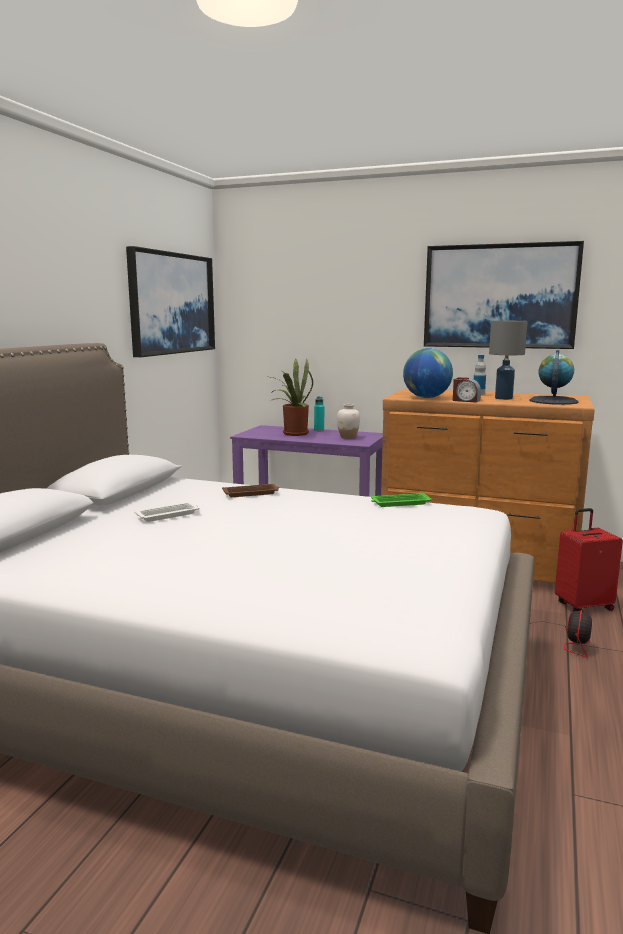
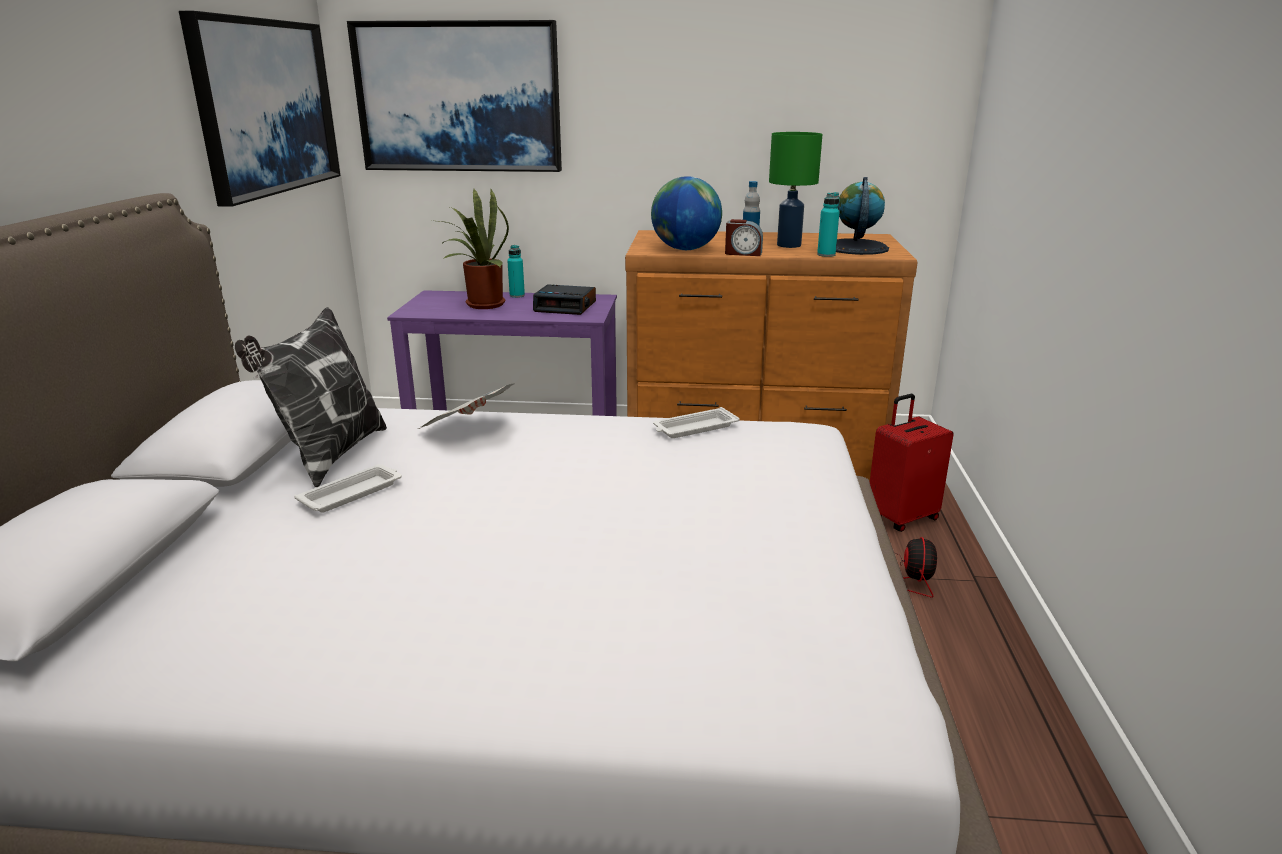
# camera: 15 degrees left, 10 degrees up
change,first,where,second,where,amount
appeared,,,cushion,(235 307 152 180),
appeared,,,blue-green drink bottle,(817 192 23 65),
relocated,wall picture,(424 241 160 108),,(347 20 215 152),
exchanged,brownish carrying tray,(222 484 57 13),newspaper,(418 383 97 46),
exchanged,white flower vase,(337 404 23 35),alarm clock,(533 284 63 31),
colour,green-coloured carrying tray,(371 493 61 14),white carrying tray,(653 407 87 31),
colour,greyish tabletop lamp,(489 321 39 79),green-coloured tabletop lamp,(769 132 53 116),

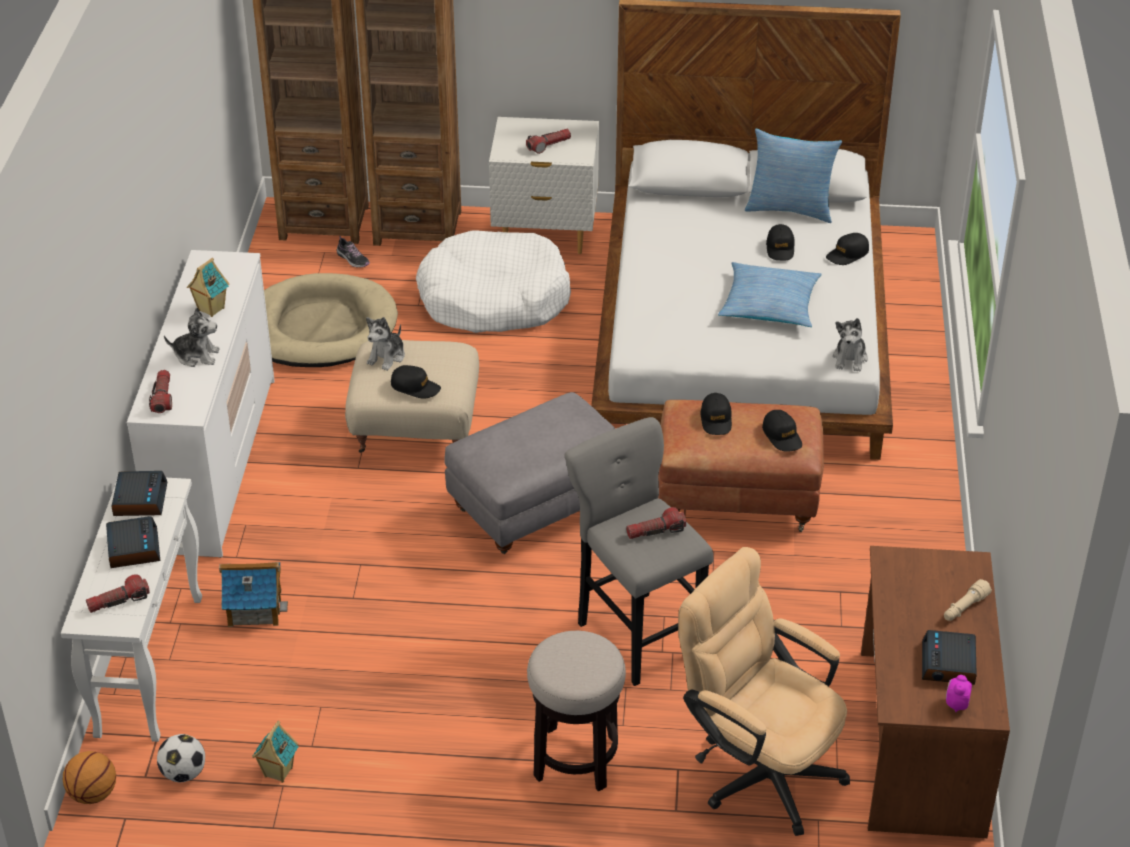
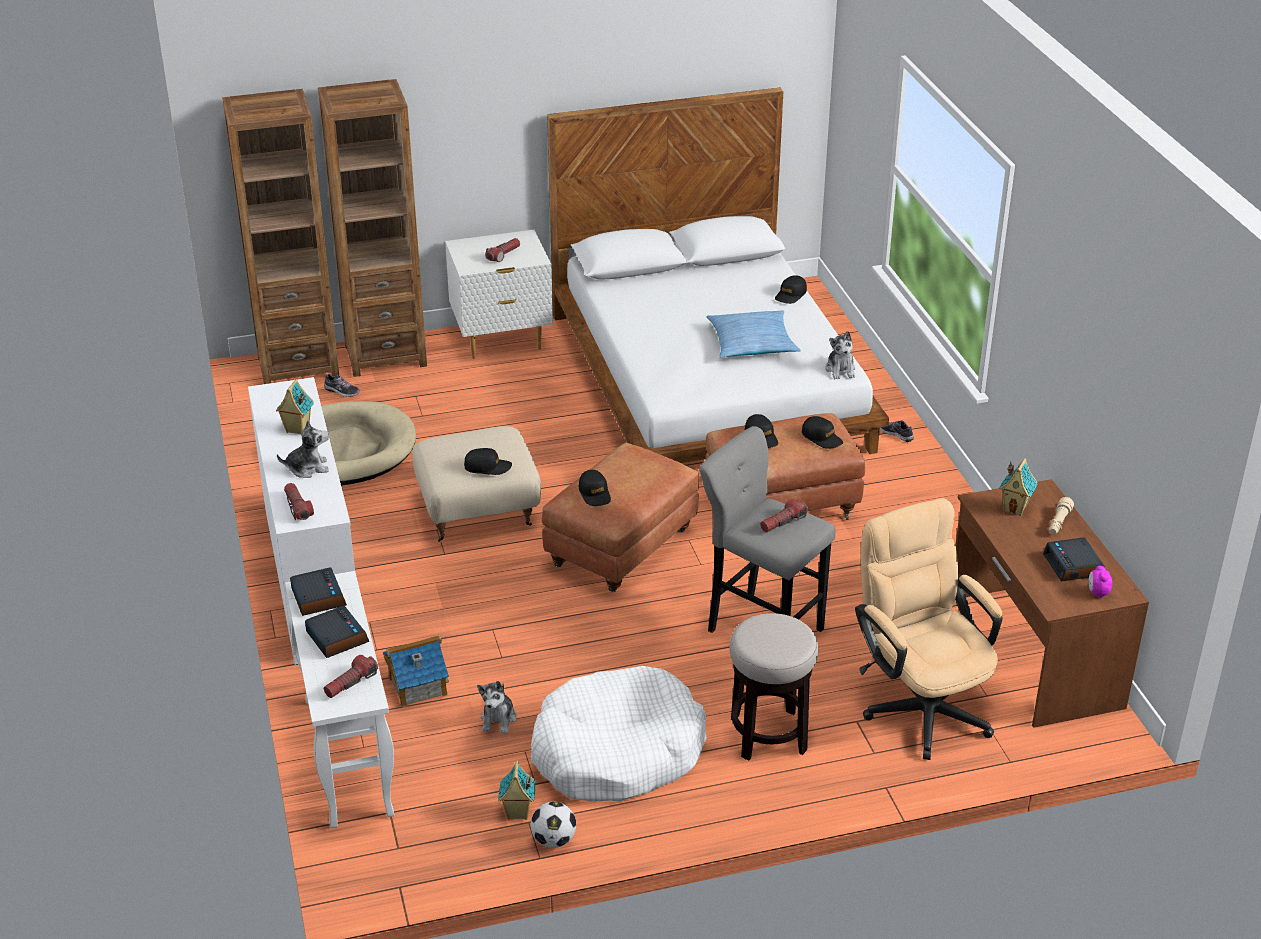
# camera: 20 degrees left, 5 degrees down
change,first,where,second,where,amount
missing,basketball ball,(63 751 53 53),,,
missing,cushion,(745 129 97 94),,,
appeared,,,low shoe,(880 420 34 22),
appeared,,,toy house,(999 458 39 58),
relocated,football,(157 734 48 48),,(531 801 45 47),
relocated,plush toy,(366 317 39 54),,(477 681 40 53),
relocated,white pet bed,(416 230 155 103),,(531 666 175 136),
relocated,black-coloured baseball cap,(766 224 29 36),,(579 470 32 36),
colour,greyish pouffe,(444 392 172 162),brownish pouffe,(542 443 157 149),
spun,sand-coloured computer chair,(678 547 172 289),,(855 498 148 262),45 degrees clockwise

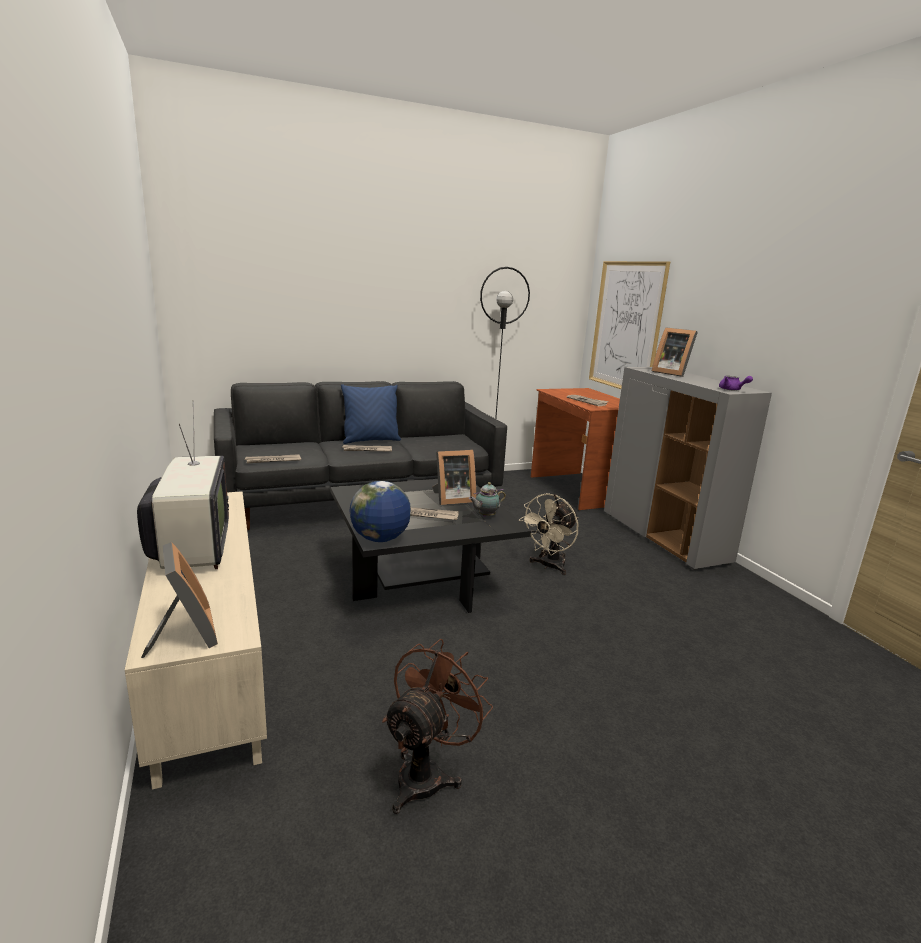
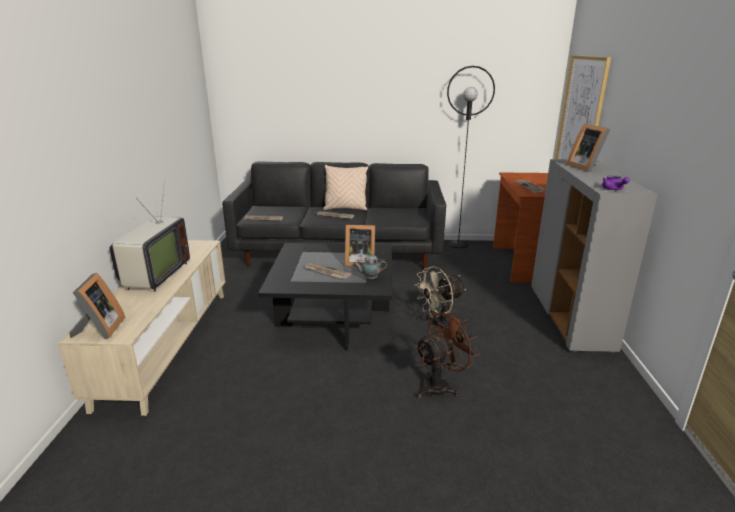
# camera: 25 degrees right, 5 degrees up
change,first,where,second,where,amount
missing,world globe,(349 481 62 61),,,
relocated,brownish cooling fan,(382 639 111 175),,(415 310 65 88),
colour,bluish cushion,(341 384 60 60),sand-coloured cushion,(323 165 45 45),

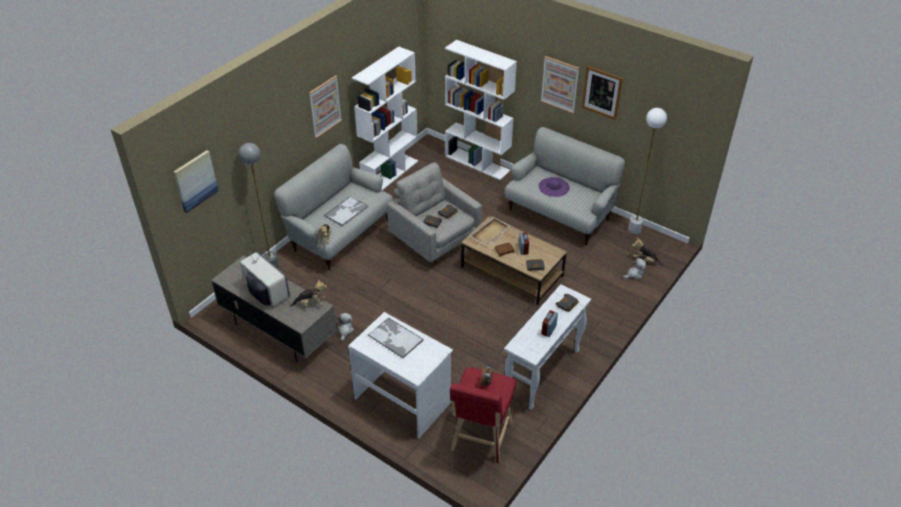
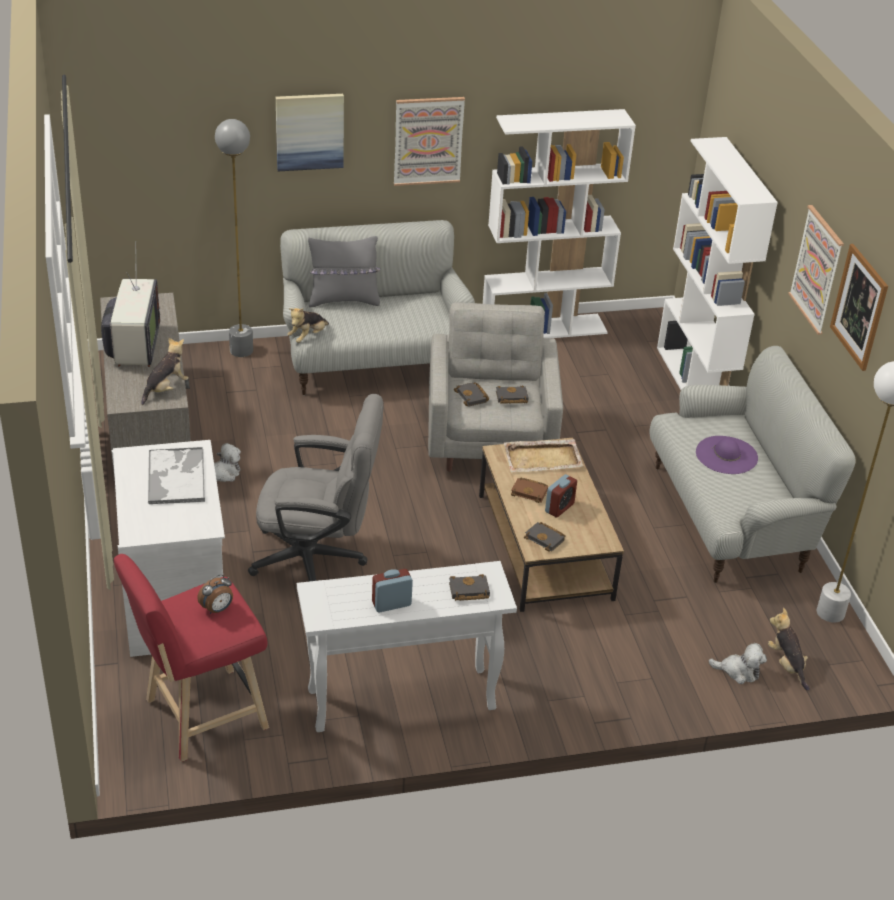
# camera: 40 degrees right, 5 degrees down
change,first,where,second,where,amount
missing,carrying tray,(324 196 44 31),,,
appeared,,,greyish computer chair,(248 394 136 187),
appeared,,,greyish cushion,(308 236 72 71),
relocated,wall picture,(173 150 45 63),,(276 94 68 77),
spun,plush toy,(291 279 36 28),,(141 338 48 67),90 degrees counterclockwise

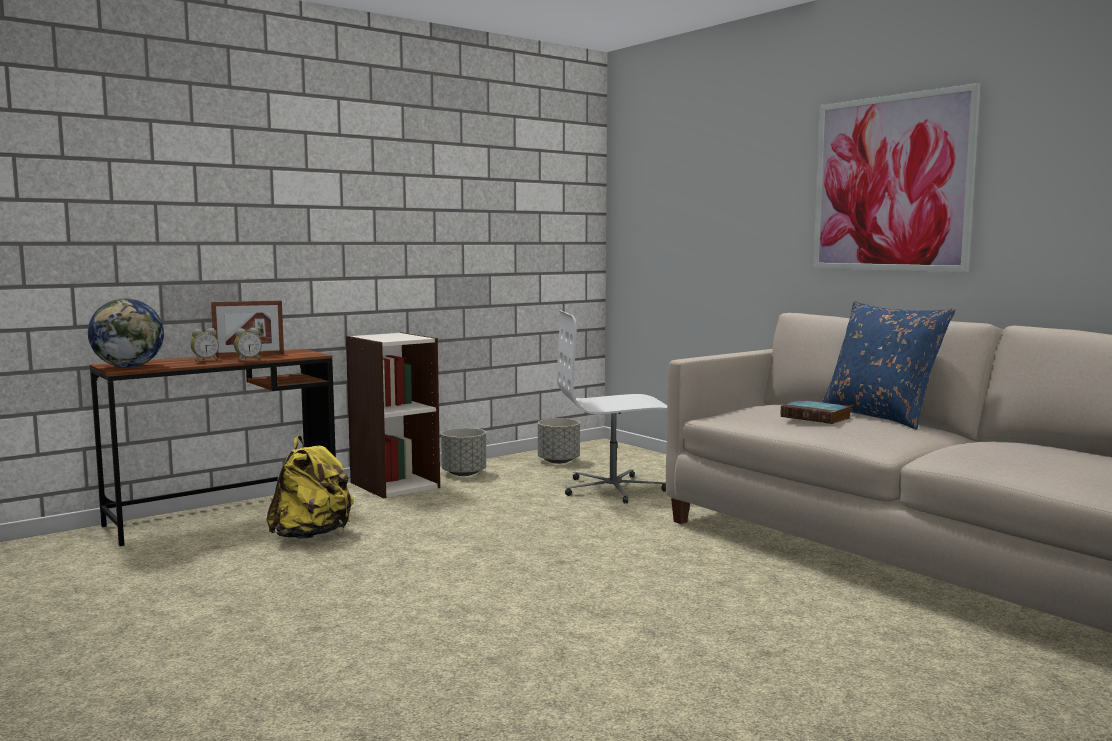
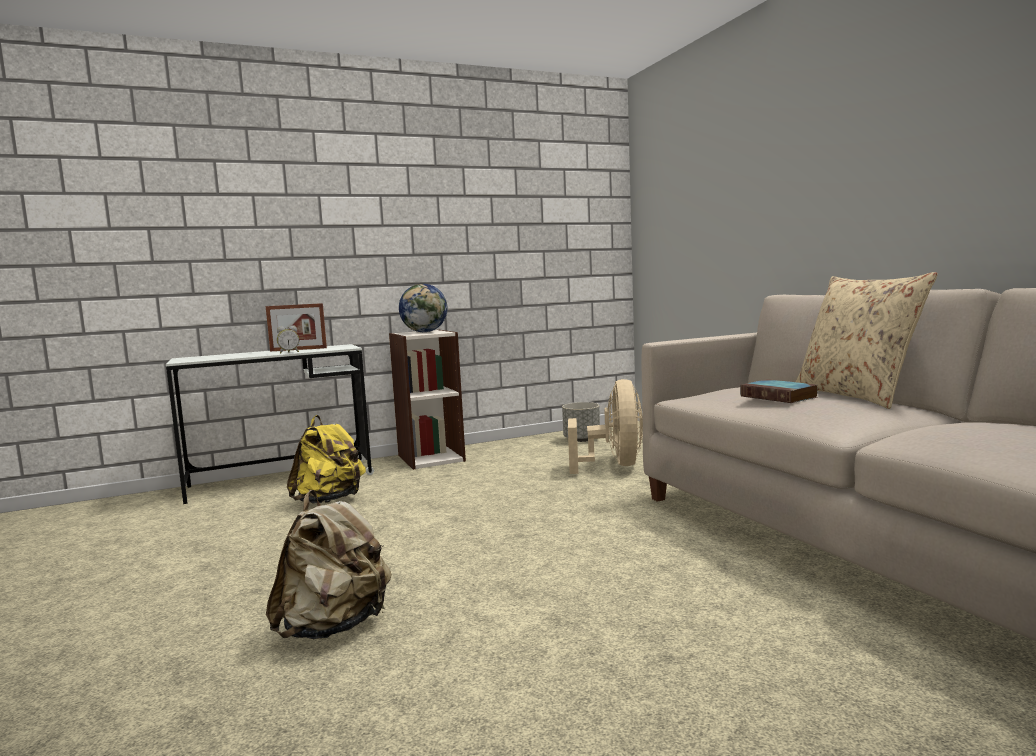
# camera: 15 degrees right, 0 degrees up
change,first,where,second,where,amount
missing,alarm clock,(191 328 28 34),,,
missing,greyish flower pot,(441 428 45 48),,,
missing,wall picture,(813 83 168 190),,,
appeared,,,sand-coloured knapsack,(266 490 126 149),
relocated,world globe,(88 298 76 70),,(399 284 48 48),
exchanged,white computer chair,(557 310 110 194),sand-coloured cooling fan,(568 379 75 95),
colour,brownish desk table,(90 349 246 197),white desk table,(166 344 208 160),
colour,bluish cushion,(821 301 134 129),sand-coloured cushion,(795 272 143 137),

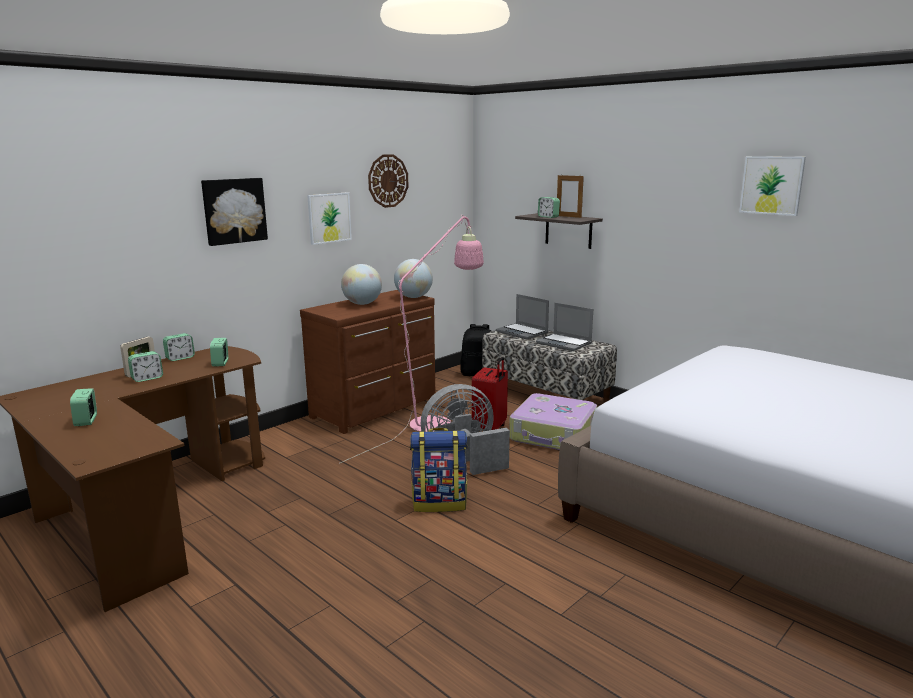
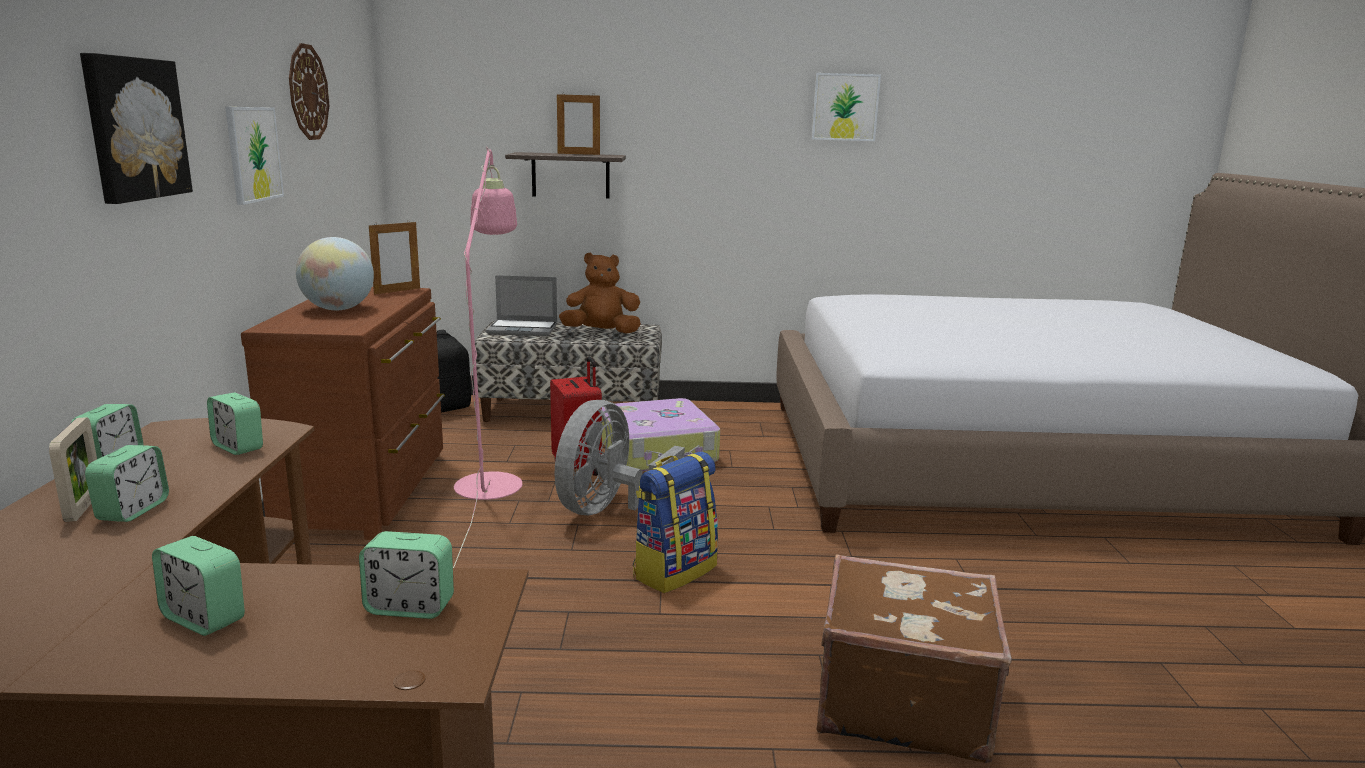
# camera: 45 degrees left, 0 degrees up
change,first,where,second,where,amount
appeared,,,brownish piece of luggage,(816 554 196 209),
relocated,alarm clock,(538 197 22 21),,(359 531 95 88),
exchanged,world globe,(394 259 39 39),standing frame,(369 220 51 75),
exchanged,notebook computer,(536 303 57 48),brownish plush toy,(559 253 82 81),

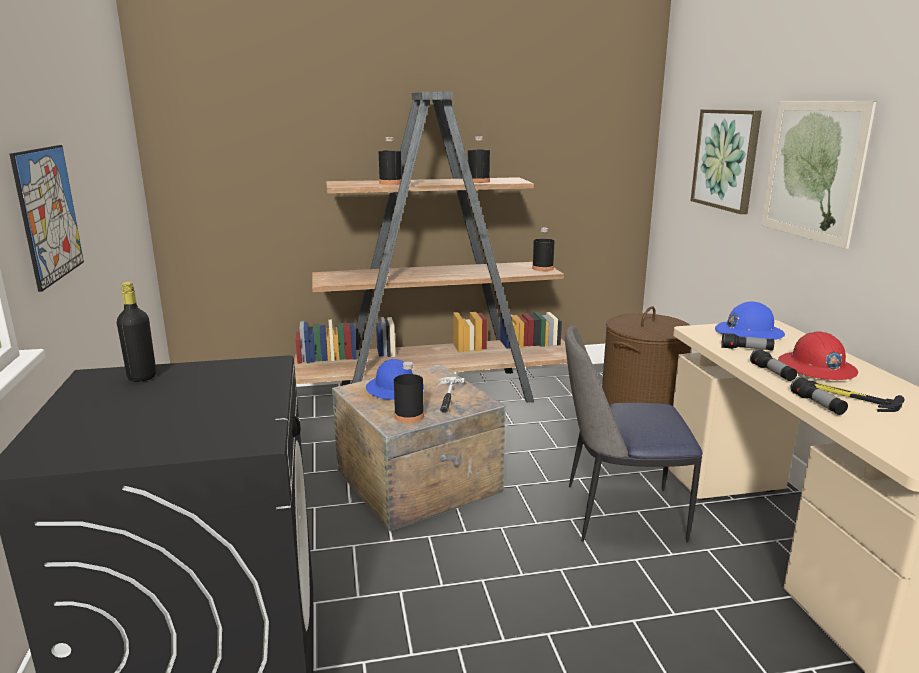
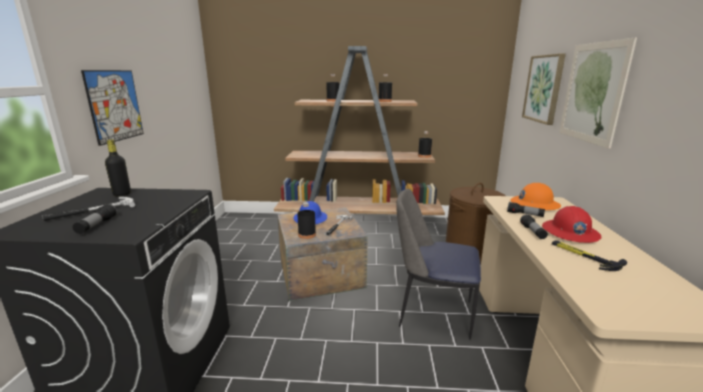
# camera: 15 degrees right, 0 degrees up
change,first,where,second,where,amount
appeared,,,hammer,(41 197 94 24),
relocated,flashlight,(791 377 57 38),,(72 204 45 30),
colour,bluish hard hat,(715 301 70 39),orange-coloured hard hat,(510 183 51 27),

